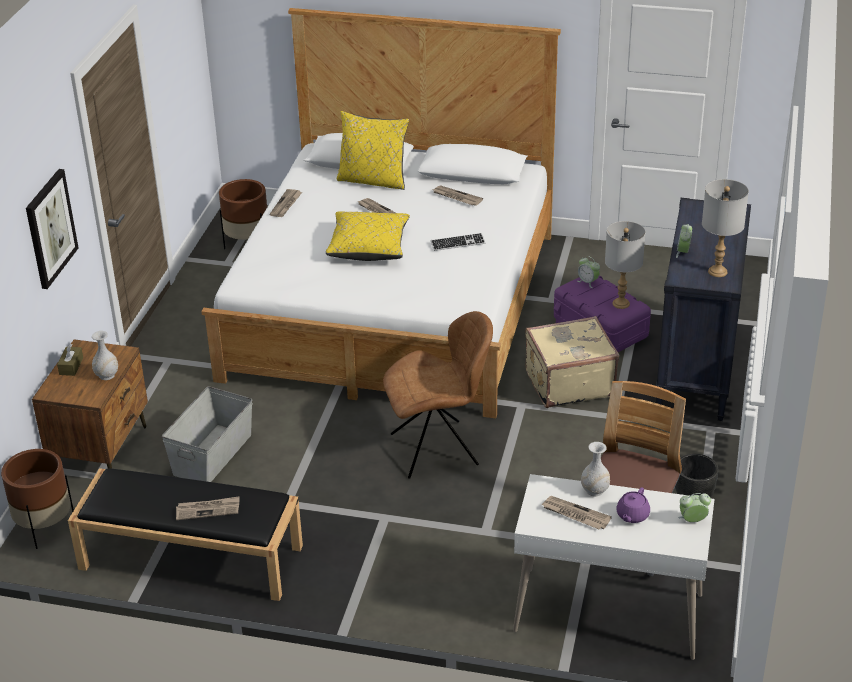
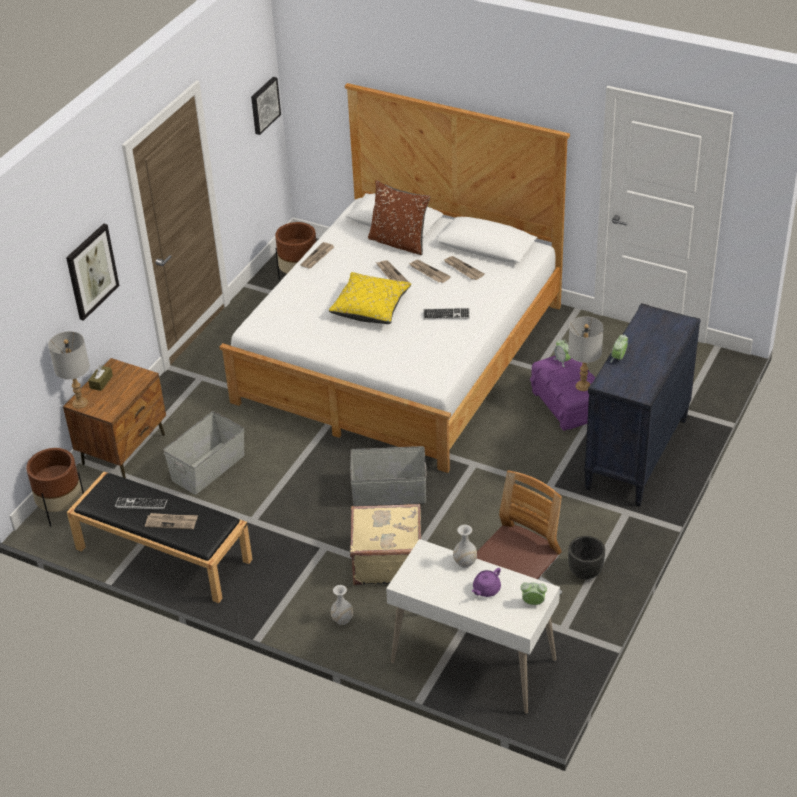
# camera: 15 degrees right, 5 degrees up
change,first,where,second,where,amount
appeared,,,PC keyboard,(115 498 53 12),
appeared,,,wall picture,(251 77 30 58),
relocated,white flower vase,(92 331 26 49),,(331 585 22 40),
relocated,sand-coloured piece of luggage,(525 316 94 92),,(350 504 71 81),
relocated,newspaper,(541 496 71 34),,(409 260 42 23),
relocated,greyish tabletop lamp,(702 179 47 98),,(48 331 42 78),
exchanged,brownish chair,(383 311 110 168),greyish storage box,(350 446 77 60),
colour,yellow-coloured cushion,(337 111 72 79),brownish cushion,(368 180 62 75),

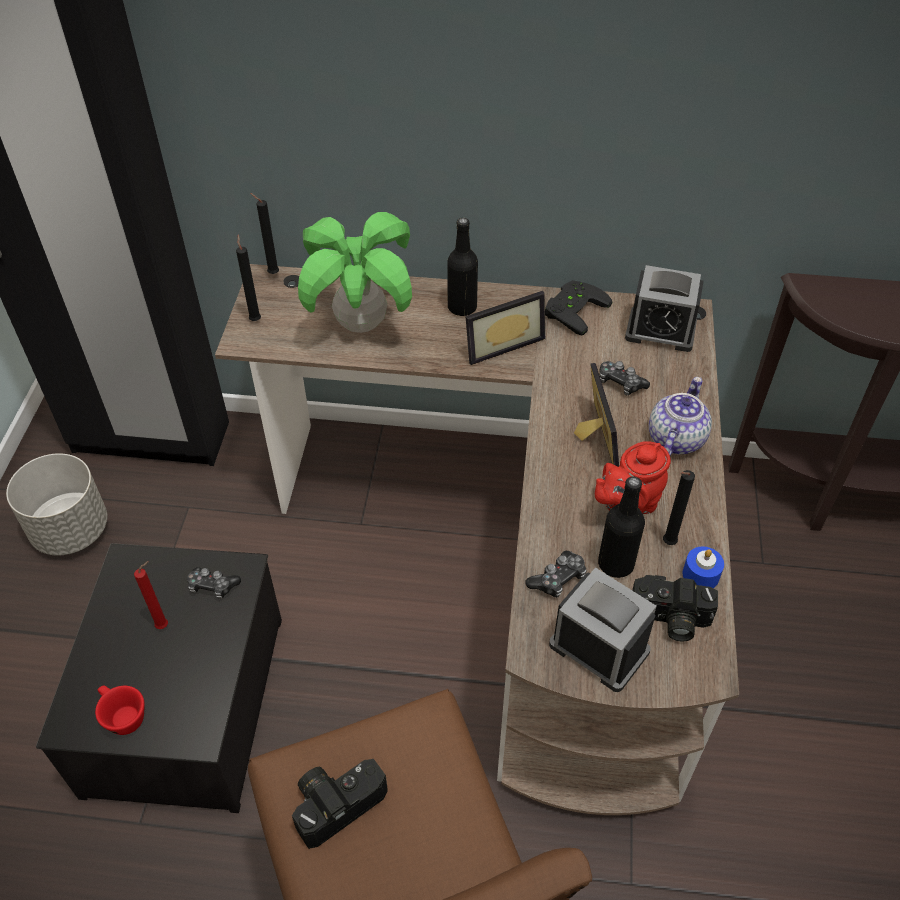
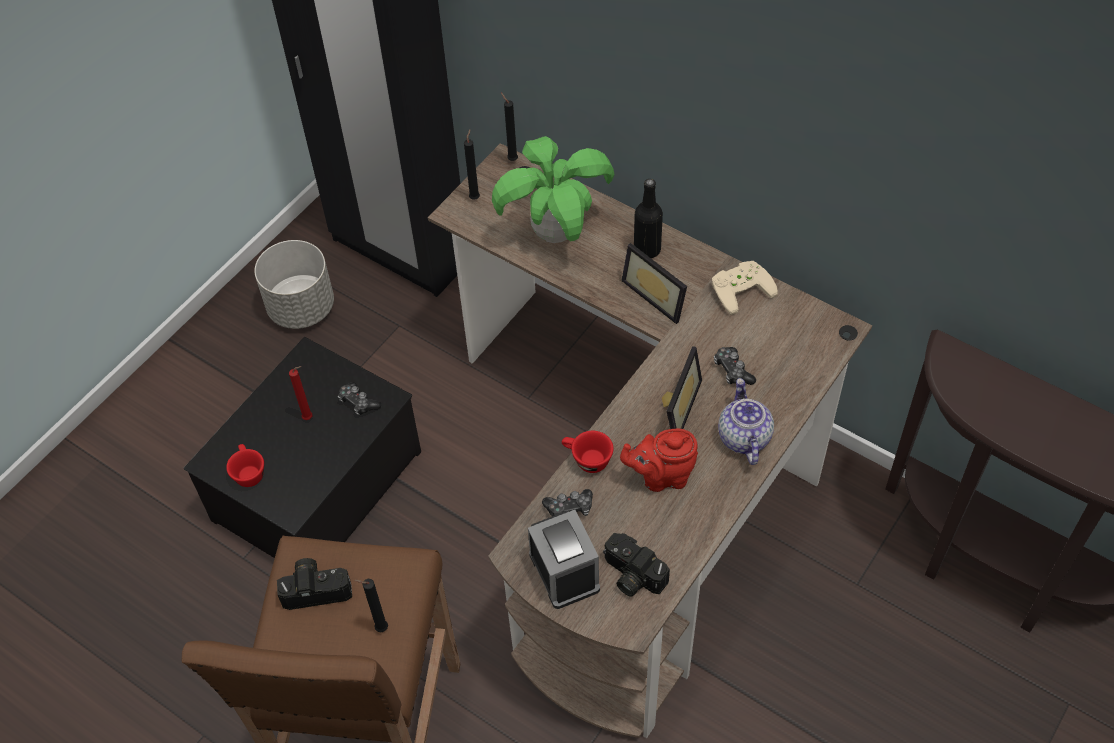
# camera: 30 degrees right, 5 degrees up
change,first,where,second,where,amount
missing,black-coloured drink bottle,(598 476 47 102),,,
missing,alarm clock,(625 265 78 87),,,
missing,bluish candle,(683 546 41 42),,,
appeared,,,red-coloured small cup,(562 431 52 42),
relocated,black-coloured candle,(663 470 32 75),,(354 579 34 53),
colour,black-coloured gamepad,(545 280 67 56),sand-coloured gamepad,(712 261 66 54),
spun,standing frame,(466 291 79 74),,(621 243 66 81),45 degrees clockwise
spun,teapot,(649 377 63 78),,(718 378 56 87),60 degrees counterclockwise

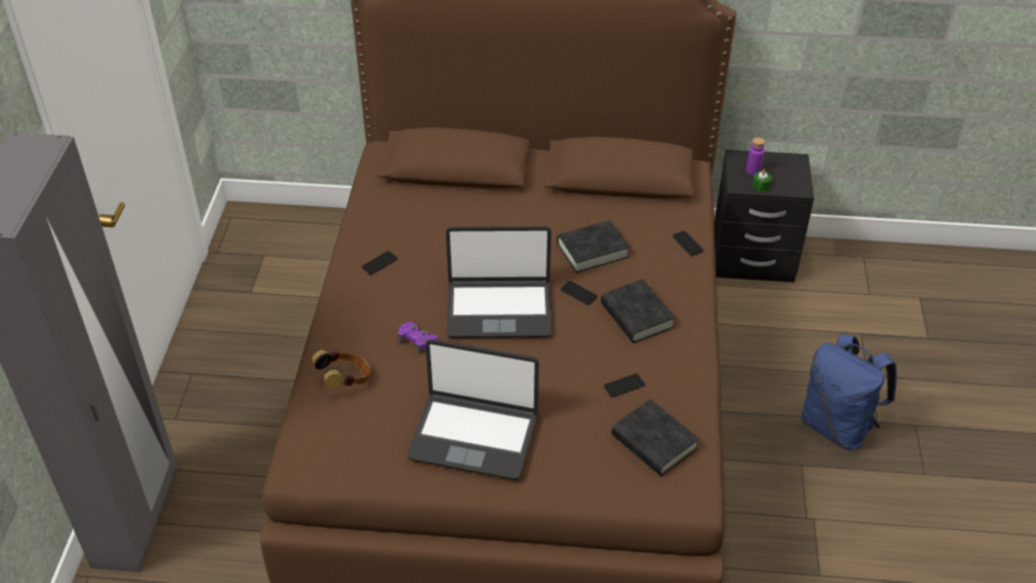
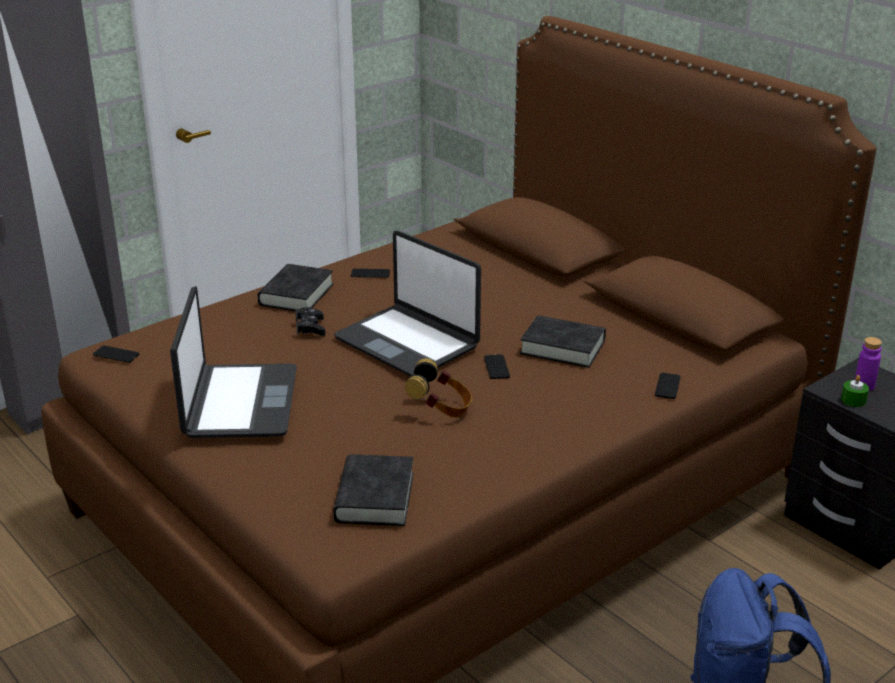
# camera: 45 degrees right, 15 degrees down
change,first,where,second,where,amount
relocated,headset,(312 350 58 38),,(405 358 67 60),
relocated,black-coloured book,(601 279 74 64),,(257 264 77 47),
relocated,telephone,(604 373 41 24),,(93 345 46 18),
colour,purplish gamepad,(398 322 40 31),black-coloured gamepad,(295 307 30 29),
spun,notebook computer,(407 339 132 141),,(170 286 127 152),150 degrees counterclockwise

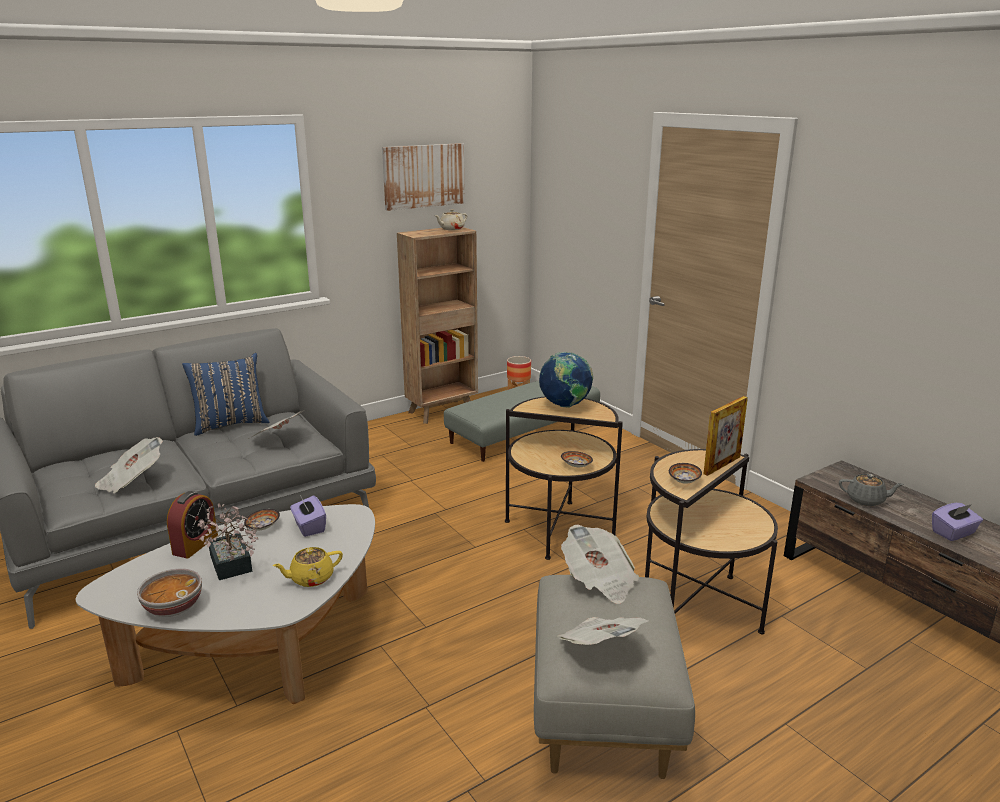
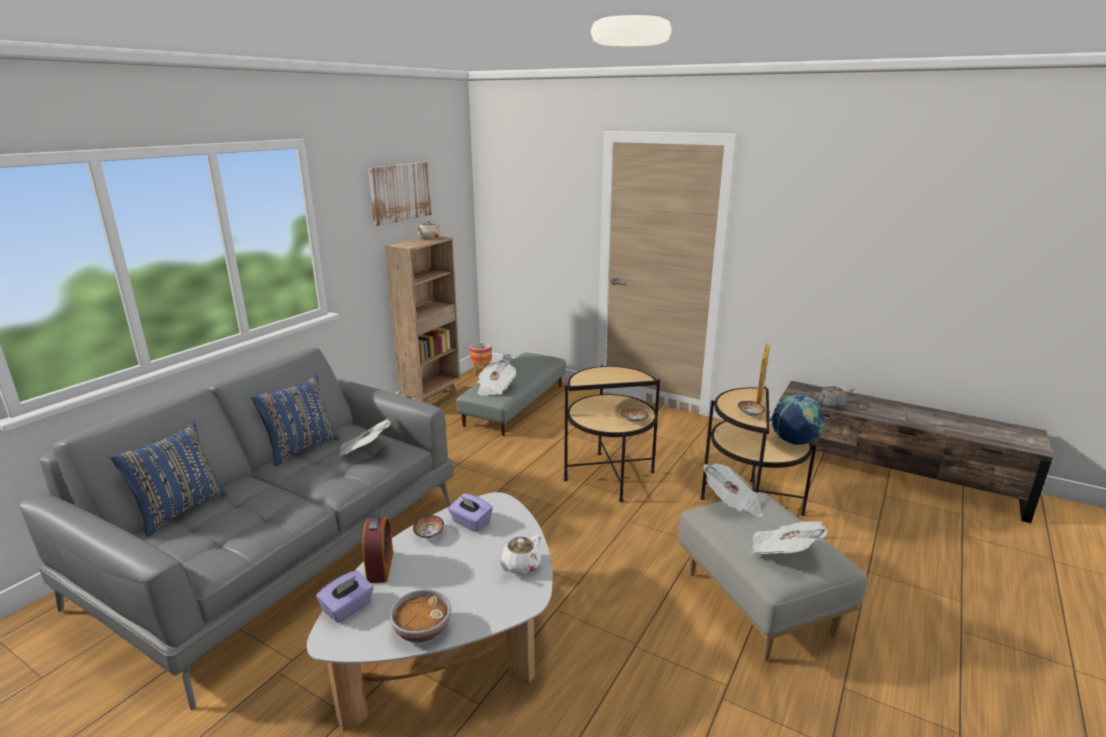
# camera: 25 degrees left, 0 degrees up
change,first,where,second,where,amount
missing,plant in a pot,(197 504 65 76),,,
appeared,,,bluish cushion,(110 421 117 116),
relocated,newspaper,(95 437 68 56),,(477 360 39 36),
relocated,world globe,(539 352 54 56),,(771 395 54 50),
relocated,purplish tissue holder,(932 503 51 38),,(316 570 58 53),
colour,yellow-coloured teapot,(272 547 71 40),white teapot,(497 534 44 41),

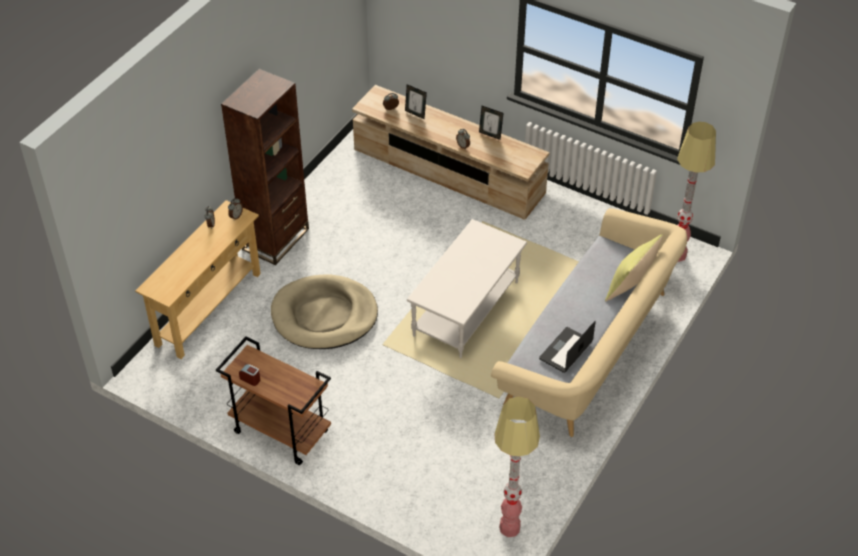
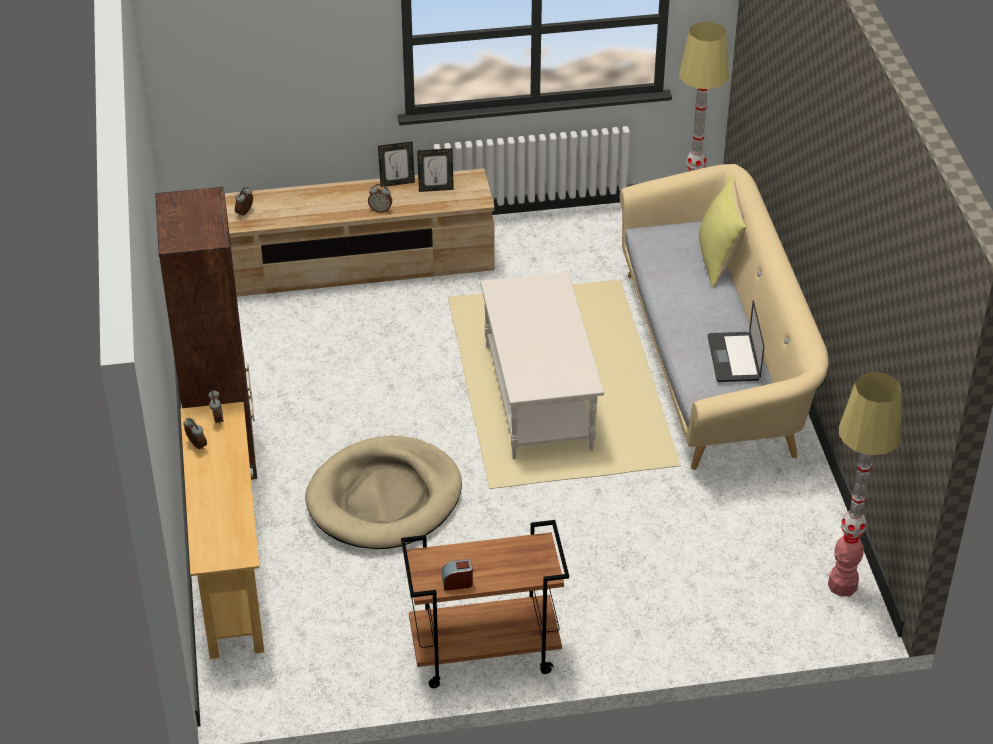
# camera: 40 degrees left, 5 degrees down
change,first,where,second,where,amount
relocated,standing frame,(405 84 22 35),,(417 148 37 44),

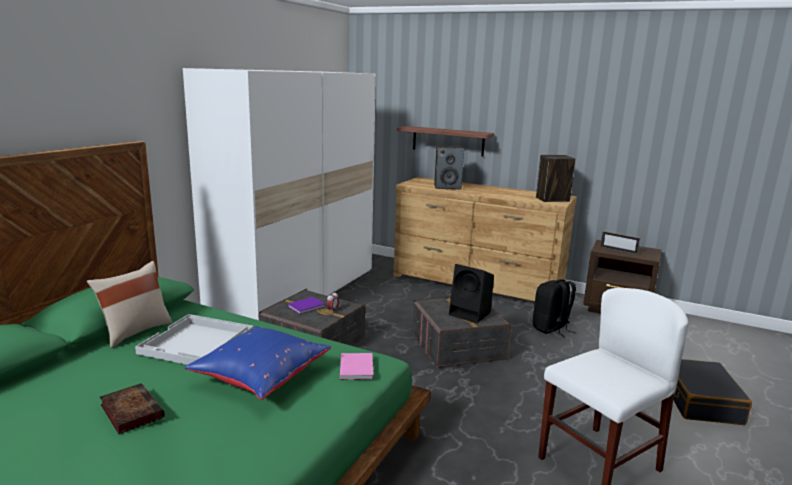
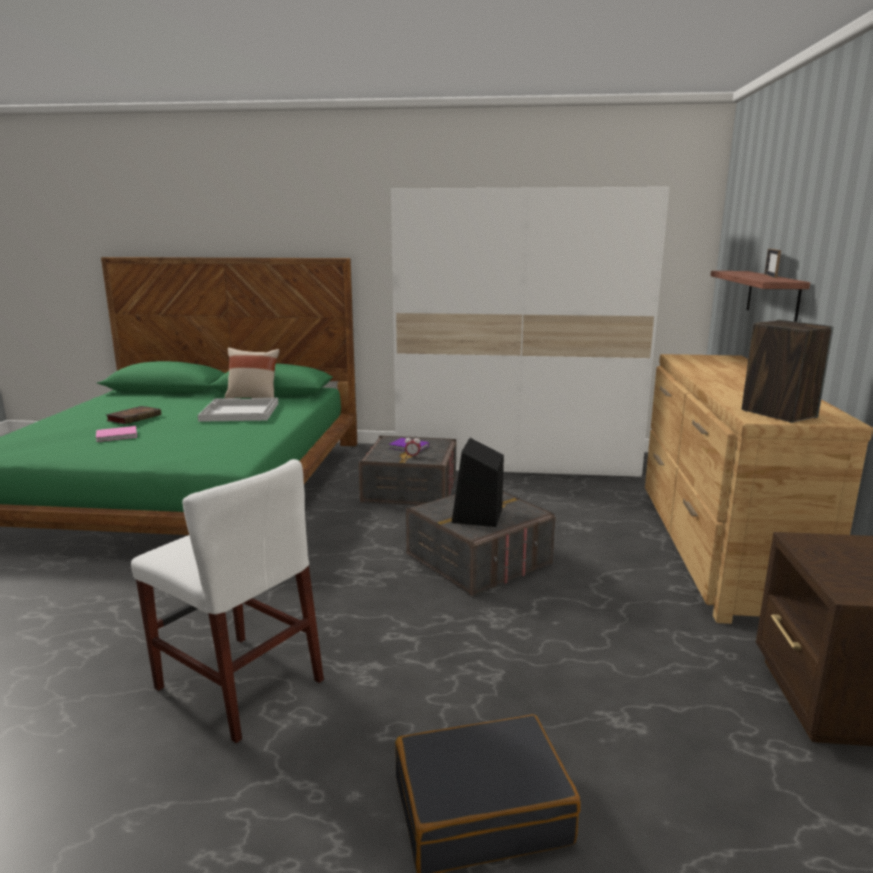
# camera: 70 degrees right, 0 degrees up
change,first,where,second,where,amount
missing,bluish cushion,(185 326 146 74),,,
missing,audio speaker,(434 145 30 45),,,
missing,black-coloured knapsack,(533 279 43 59),,,
relocated,pinkish book,(340 353 33 27),,(96 426 41 16),
relocated,standing frame,(600 231 40 23),,(765 249 16 29),

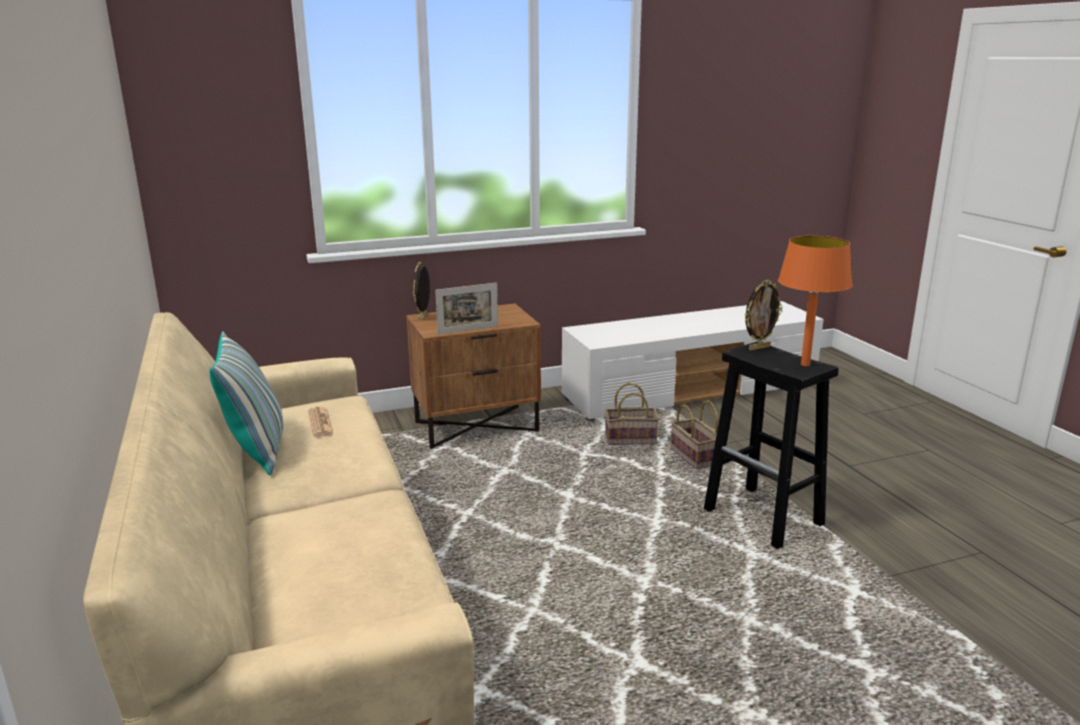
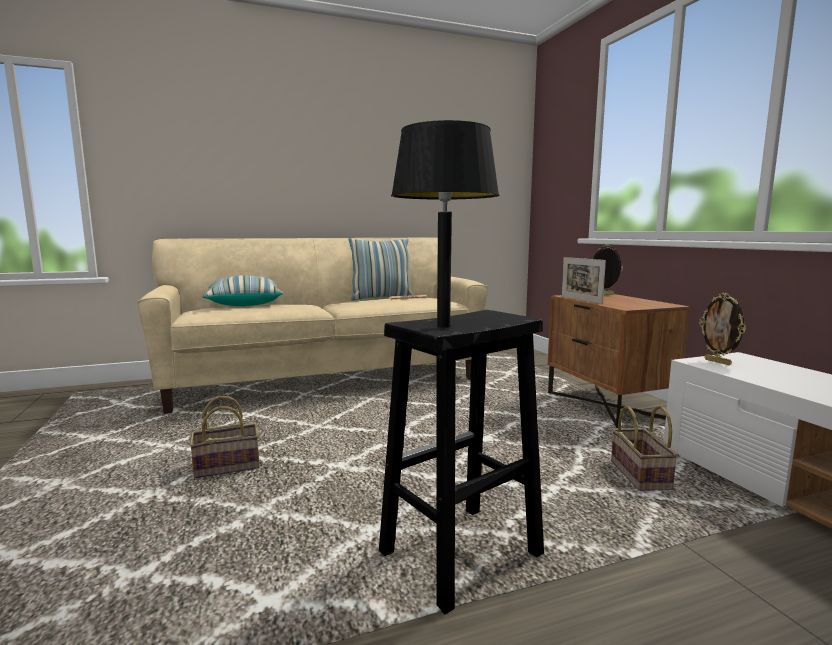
# camera: 90 degrees right, 10 degrees down
change,first,where,second,where,amount
appeared,,,cushion,(202 275 81 31),
relocated,household basket,(670 400 48 69),,(189 396 71 82),
relocated,standing frame,(745 280 37 71),,(699 293 47 72),
colour,orange-coloured tabletop lamp,(778 236 75 130),black-coloured tabletop lamp,(391 120 108 208),

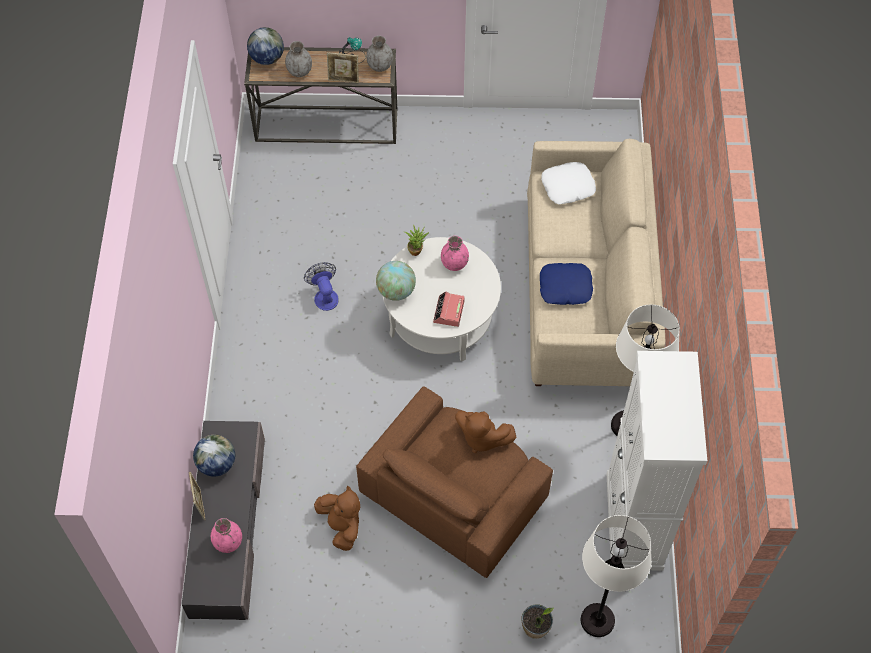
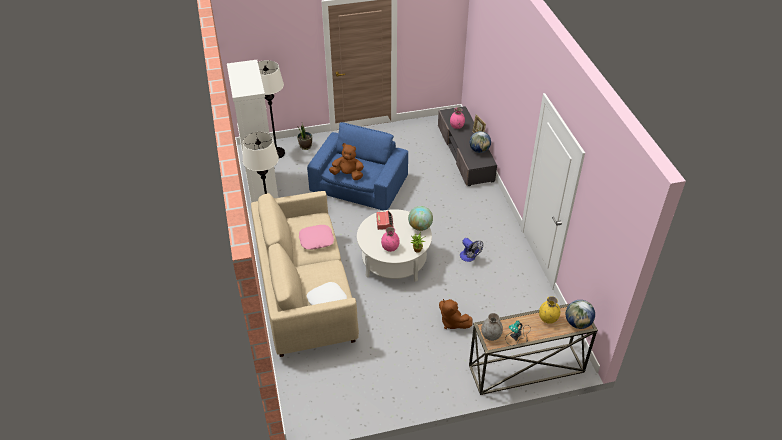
# camera: 165 degrees right, 15 degrees down
change,first,where,second,where,amount
missing,standing frame,(327 52 32 31),,,
relocated,brownish plush toy,(314 486 46 65),,(439 299 33 30),
colour,greyish flower vase,(285 41 27 36),yellow-coloured flower vase,(539 296 21 28),
colour,brownish lounge chair,(356 386 197 192),bluish lounge chair,(307 122 101 89),
colour,bluish cushion,(540 263 53 42),pinkish cushion,(299 225 35 25),

